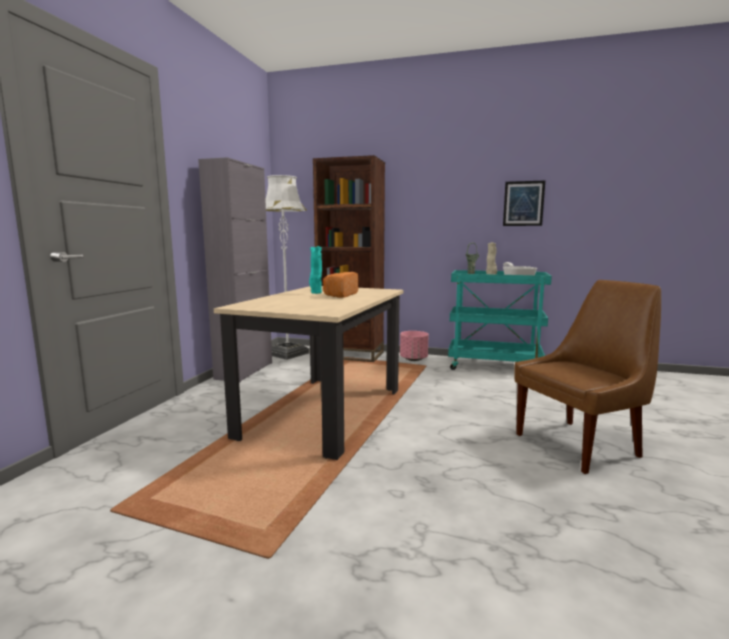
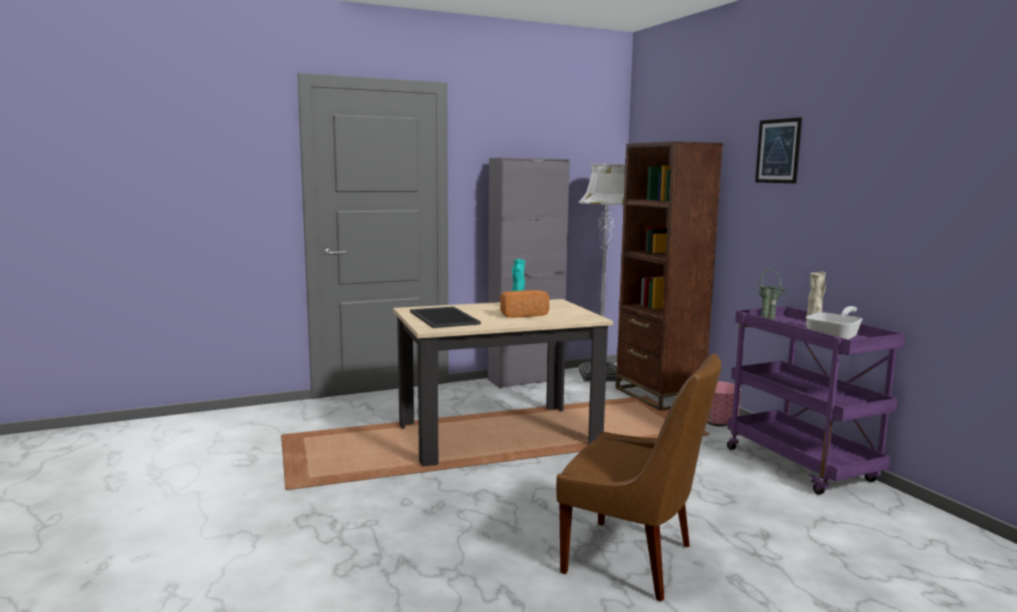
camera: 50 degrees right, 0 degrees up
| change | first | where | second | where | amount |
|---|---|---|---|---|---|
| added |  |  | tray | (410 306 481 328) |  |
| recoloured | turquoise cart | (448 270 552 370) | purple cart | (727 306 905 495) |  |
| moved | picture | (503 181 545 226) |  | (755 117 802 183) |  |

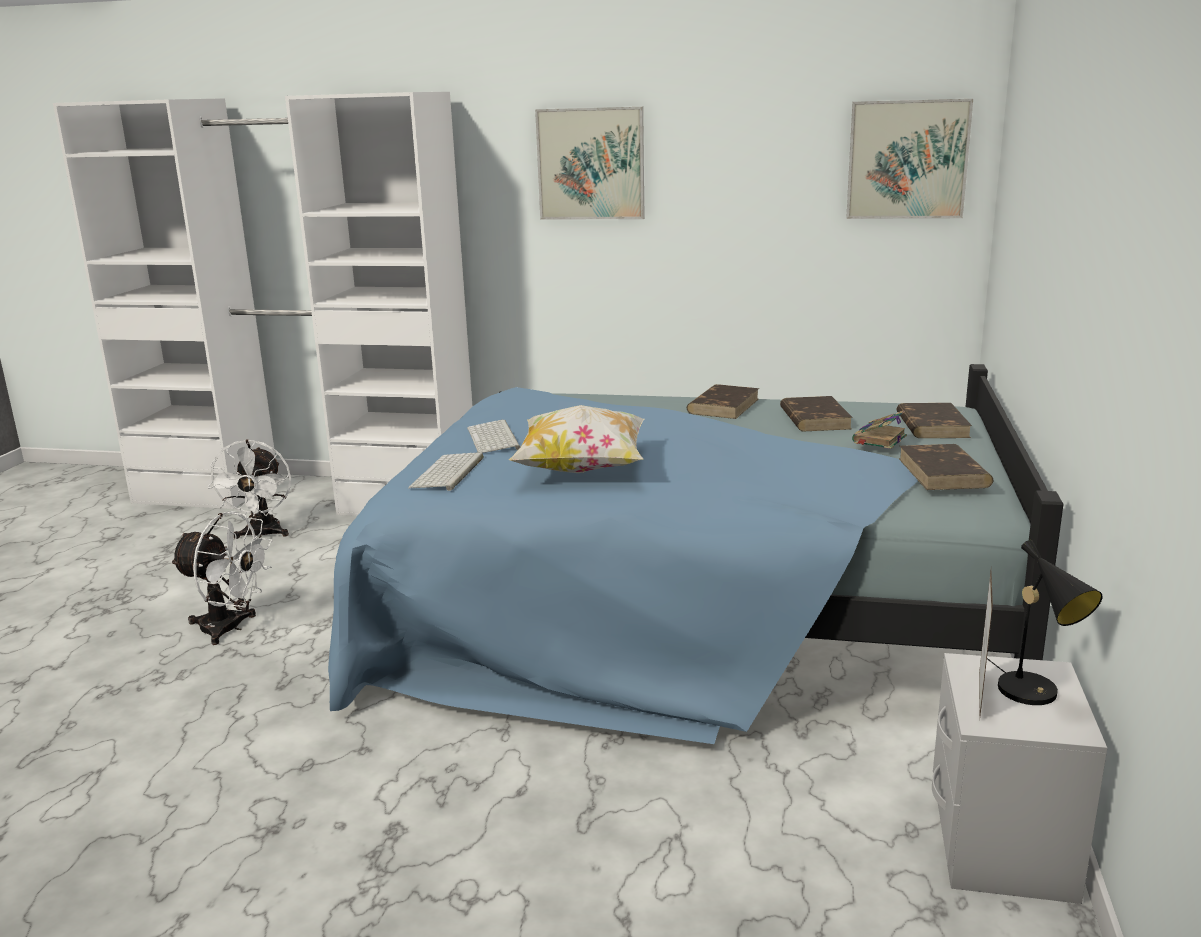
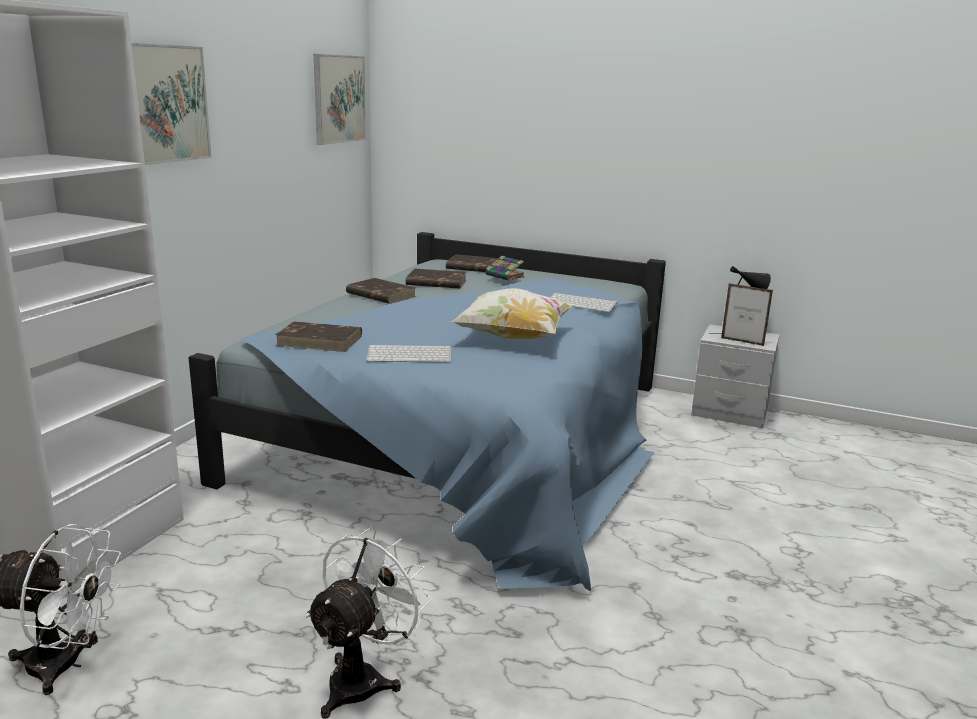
camera: 80 degrees left, 0 degrees up
| change | first | where | second | where | amount |
|---|---|---|---|---|---|
| moved | brown book | (899 444 993 490) |  | (275 321 362 352) |  |
| moved | keyboard | (408 452 484 491) |  | (550 293 618 312) |  |

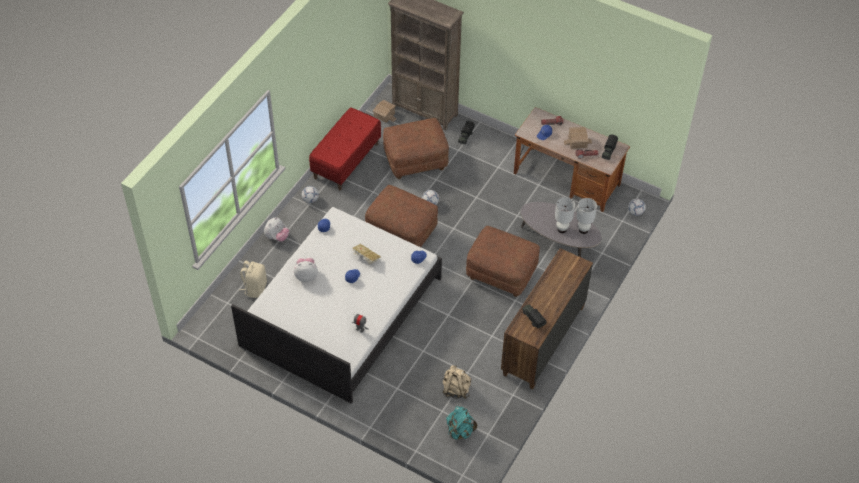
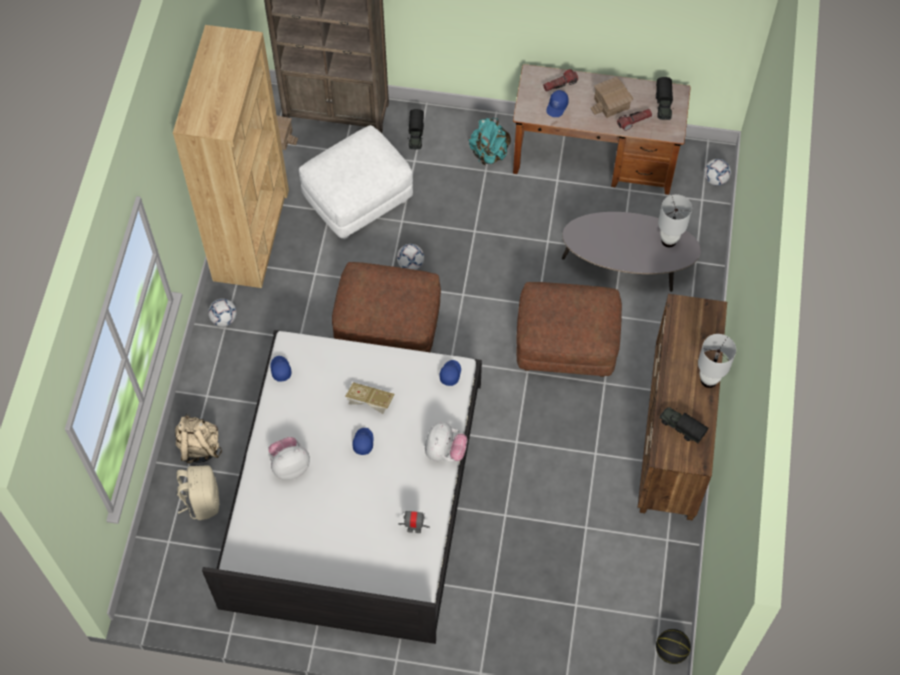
camera: 20 degrees left, 10 degrees up
| change | first | where | second | where | amount |
|---|---|---|---|---|---|
| replaced | red bench | (309 107 381 190) | brown bookcase | (173 25 289 288) |  |
| moved | beige backpack | (443 365 471 399) |  | (175 414 222 464) |  |
| recoloured | brown ottoman | (383 118 449 179) | white ottoman | (299 125 413 239) |  |
| moved | plush toy | (264 217 289 241) |  | (425 421 468 461) |  |
| moved | turquoise backpack | (446 406 477 439) |  | (469 118 511 165) |  |
| added |  |  | basketball | (656 629 691 664) |  |
| moved | white table lamp | (555 197 575 233) |  | (698 334 736 388) |  |

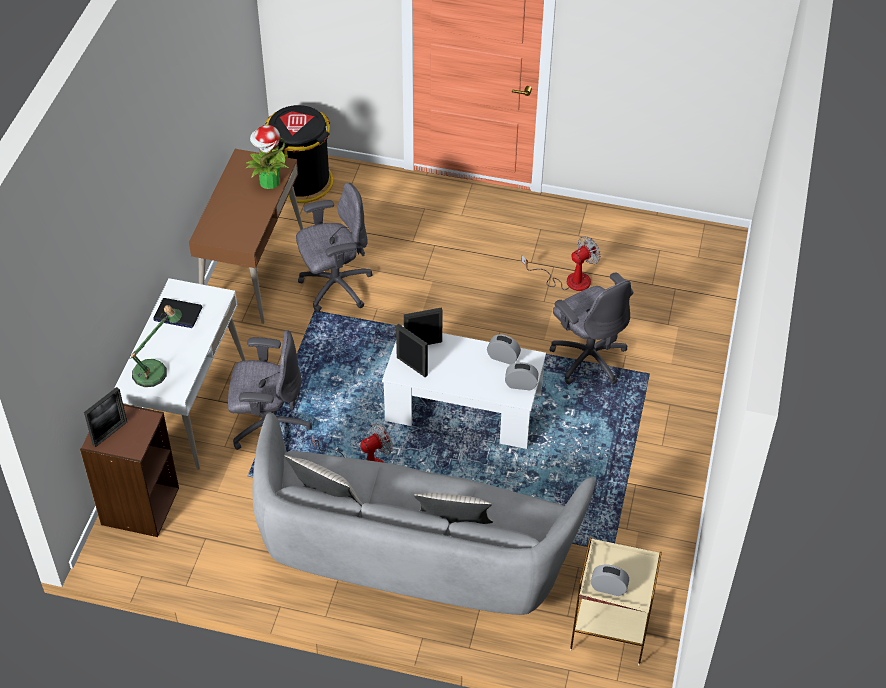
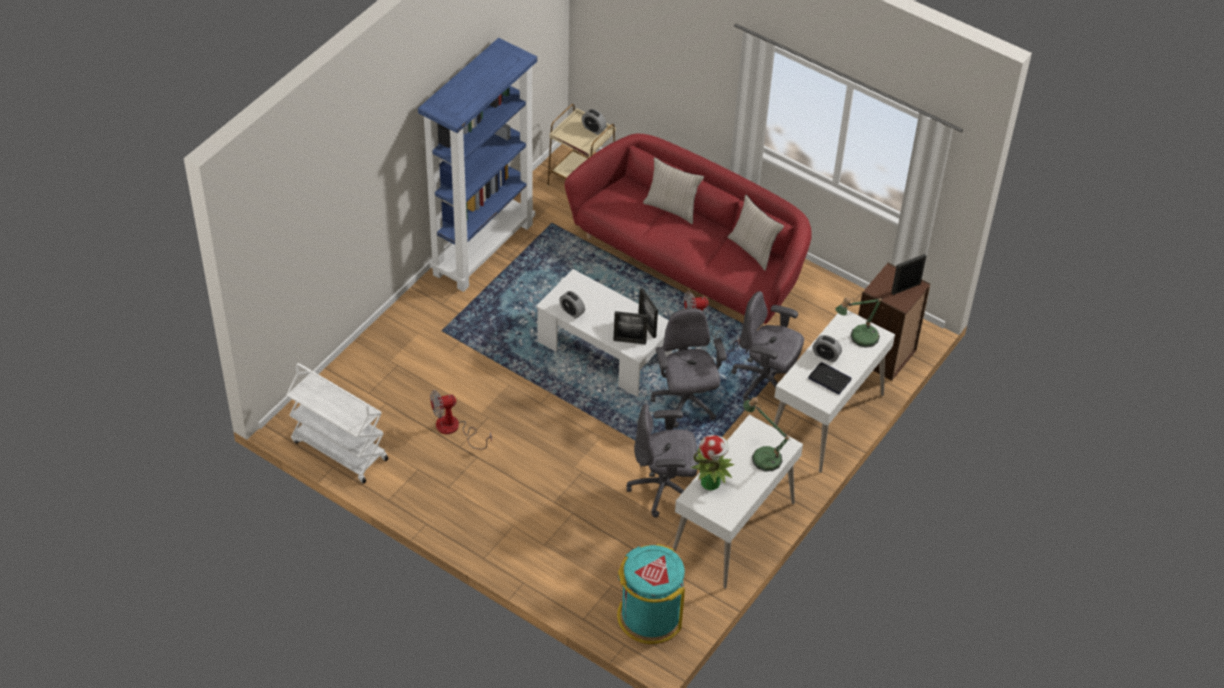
camera: 160 degrees left, 0 degrees up
| change | first | where | second | where | amount |
|---|---|---|---|---|---|
| added |  |  | white cart | (286 363 389 484) |  |
| added |  |  | blue bookcase | (418 38 537 292) |  |
| recoloured | grey sofa | (252 412 596 615) | red sofa | (565 133 812 328) |  |
| recoloured | black trash can | (265 105 333 203) | turquoise trash can | (617 544 685 644) |  |
| moved | grey office chair | (549 272 633 385) |  | (651 308 727 428) |  |
| recoloured | brown desk | (189 149 303 324) | white desk | (673 415 803 589) |  |
| added |  |  | table lamp | (743 397 791 471) |  |
| moved | alarm clock | (505 362 539 390) |  | (813 335 842 362) |  |

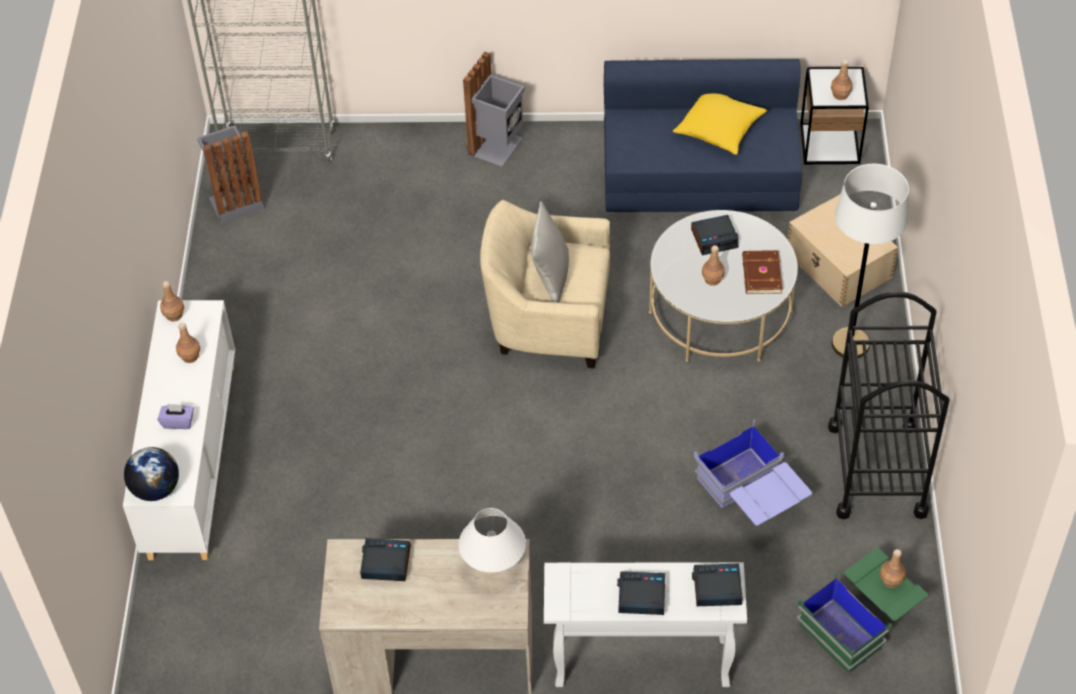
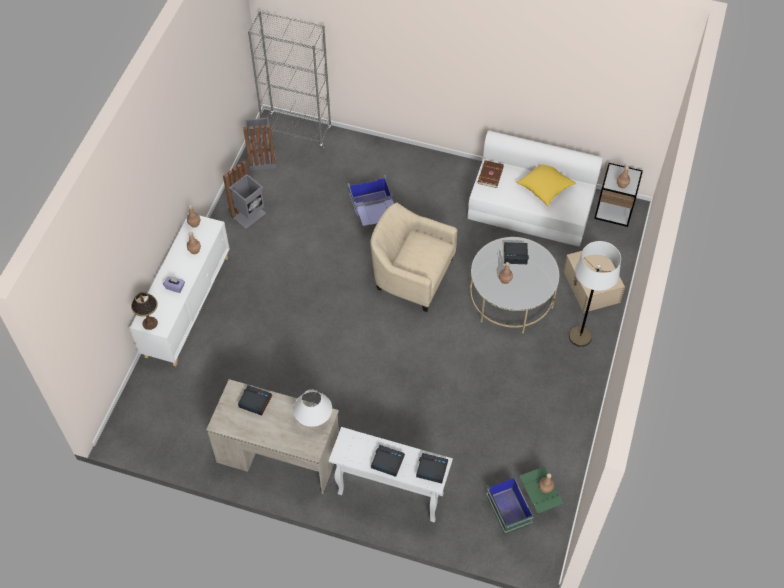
camera: 15 degrees right, 5 degrees up
| change | first | where | second | where | amount |
|---|---|---|---|---|---|
| replaced | globe | (124 447 179 501) | table lamp | (131 292 158 330) |  |
| moved | grey trash can | (463 52 525 166) |  | (223 160 266 229) |  |
| moved | blue storage box | (694 419 812 526) |  | (348 174 394 226) |  |
| recoloured | blue sofa | (603 59 802 212) | white sofa | (468 131 603 246) |  |
| moved | brown book | (742 250 783 294) |  | (477 160 504 188) |  |
| removed | grey pillow | (531 201 569 303) |  |  |  |
| removed | black cart | (828 292 950 519) |  |  |  |

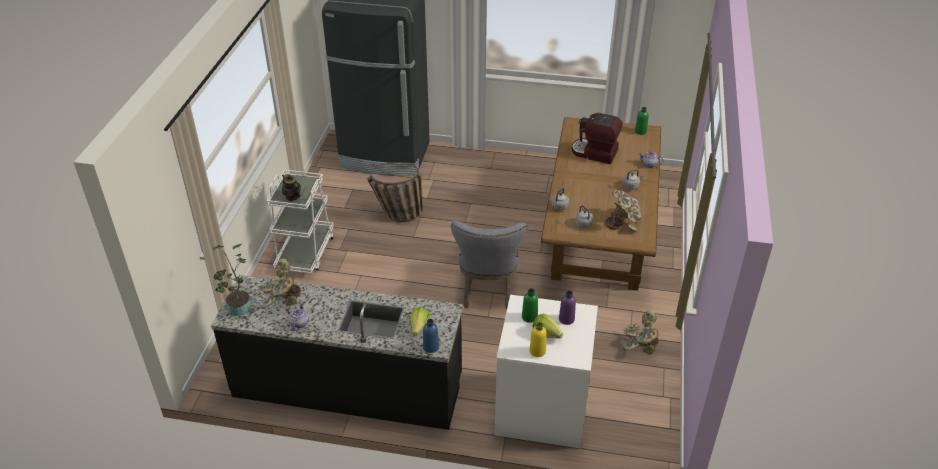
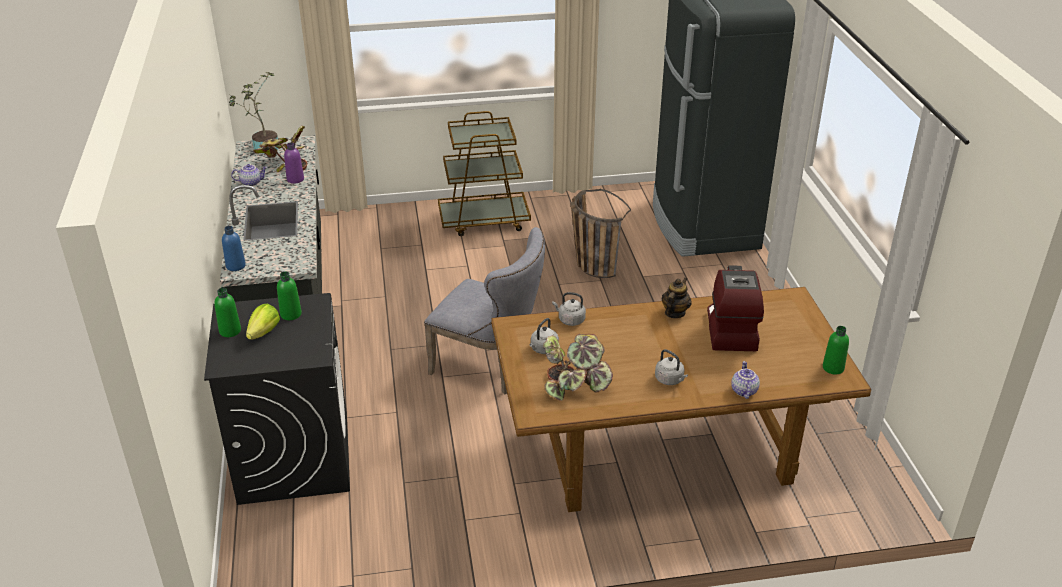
camera: 70 degrees right, 5 degrees down
| change | first | where | second | where | amount |
|---|---|---|---|---|---|
| recoloured | white washing machine | (495 295 598 448) | black washing machine | (204 293 350 505) |  |
| recoloured | yellow bottle | (530 322 547 357) | green bottle | (214 288 241 337) |  |
| moved | purple bottle | (559 291 576 325) |  | (284 142 304 184) |  |
| turned | grey chair | (451 221 527 309) |  | (424 227 545 394) | 135 degrees counterclockwise |
| recoloured | white cart | (266 170 334 274) | brown cart | (438 111 531 236) |  |
| moved | teapot | (282 175 301 201) |  | (661 277 692 318) |  |
| removed | lettuce | (410 307 430 336) |  |  |  |
| removed | potted plant | (623 310 659 354) |  |  |  |

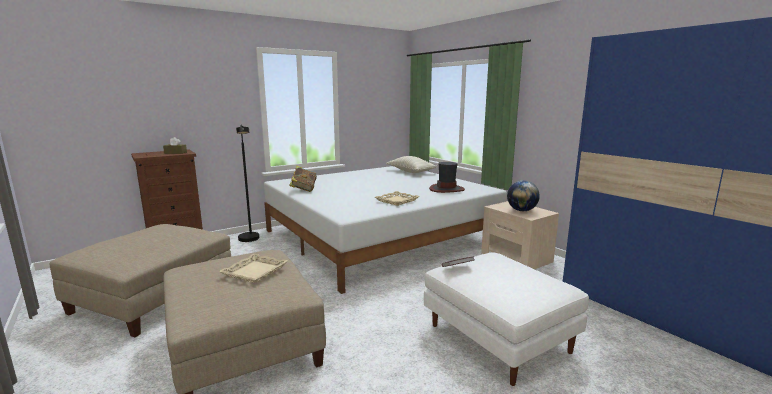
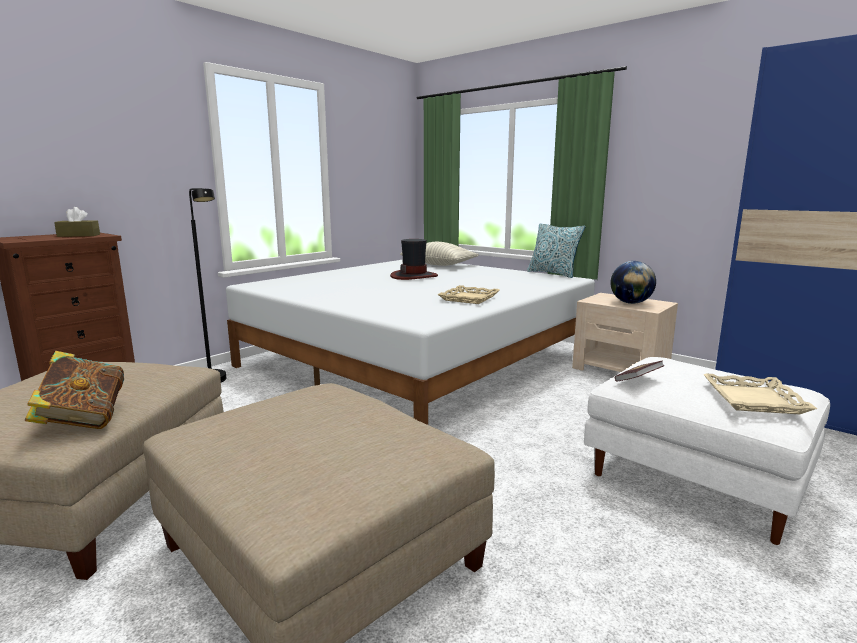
camera: 15 degrees left, 0 degrees up
| change | first | where | second | where | amount |
|---|---|---|---|---|---|
| moved | book | (289 166 317 192) |  | (25 351 124 429) |  |
| moved | hat | (429 162 465 193) |  | (390 239 438 280) |  |
| added |  |  | pillow | (527 223 585 278) |  |
| moved | beige tray | (219 253 288 283) |  | (703 374 817 414) |  |

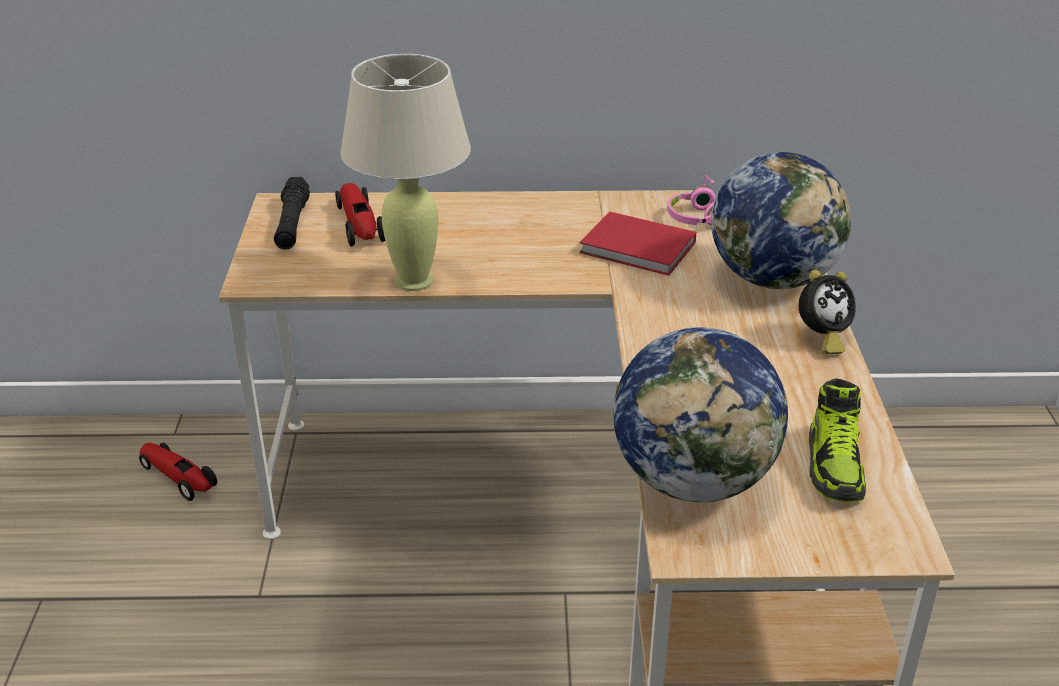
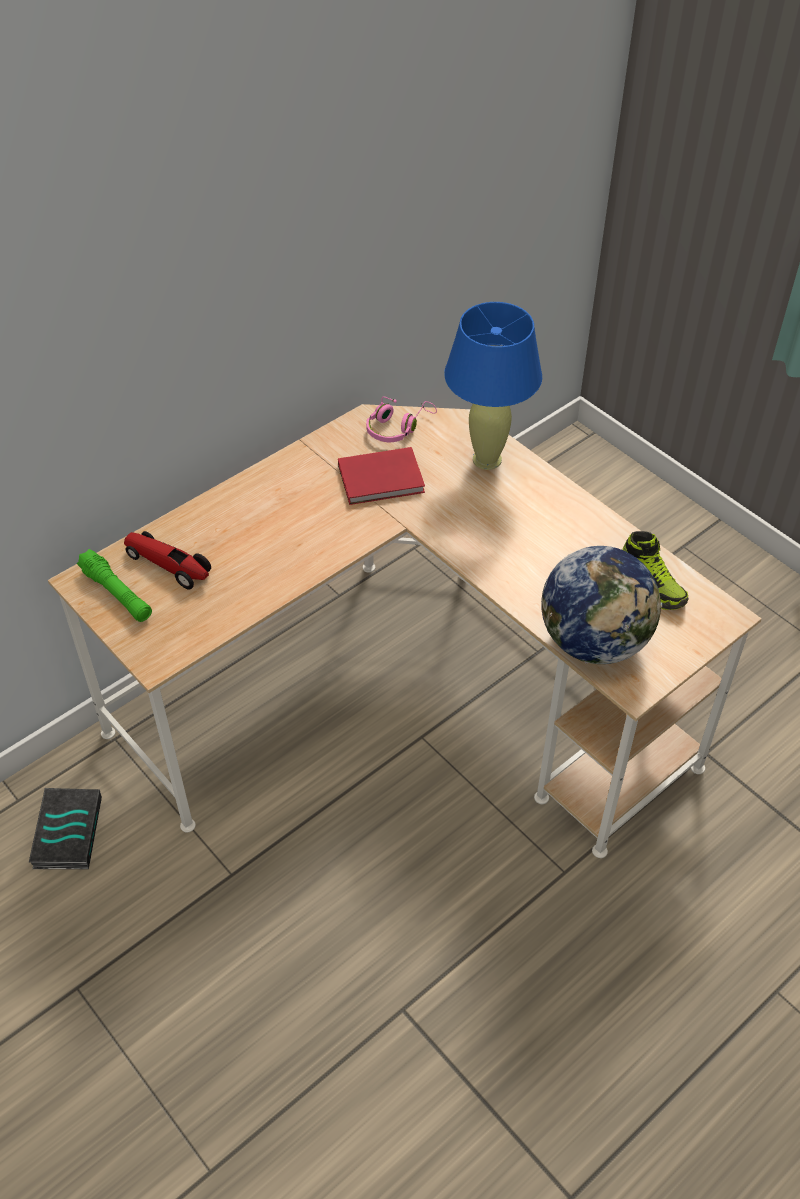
camera: 40 degrees left, 15 degrees up
| change | first | where | second | where | amount |
|---|---|---|---|---|---|
| replaced | toy car | (139 443 217 501) | book | (29 788 102 869) |  |
| recoloured | black flashlight | (274 177 310 249) | green flashlight | (77 549 152 622) |  |
| replaced | globe | (711 152 851 289) | blue table lamp | (444 302 542 470) |  |
| removed | beige table lamp | (340 54 471 291) |  |  |  |
| removed | alarm clock | (799 270 856 354) |  |  |  |

